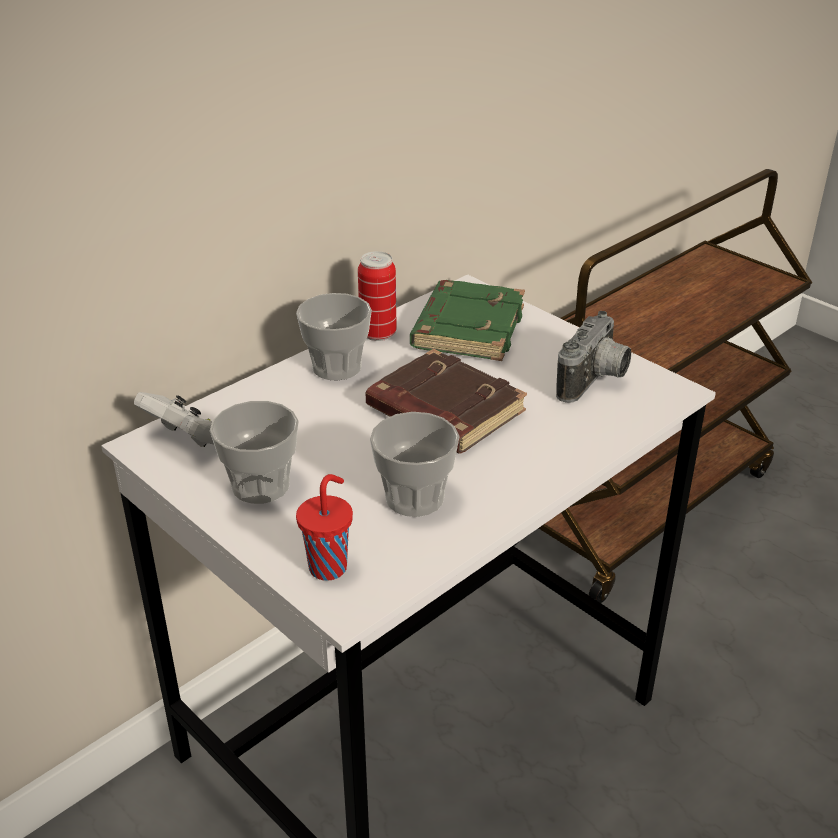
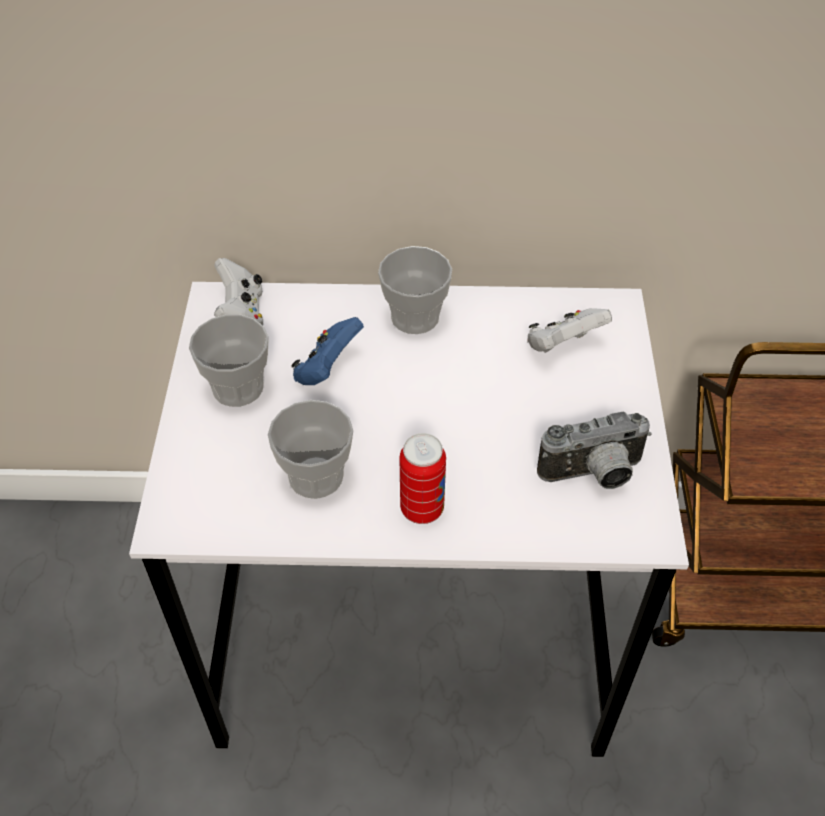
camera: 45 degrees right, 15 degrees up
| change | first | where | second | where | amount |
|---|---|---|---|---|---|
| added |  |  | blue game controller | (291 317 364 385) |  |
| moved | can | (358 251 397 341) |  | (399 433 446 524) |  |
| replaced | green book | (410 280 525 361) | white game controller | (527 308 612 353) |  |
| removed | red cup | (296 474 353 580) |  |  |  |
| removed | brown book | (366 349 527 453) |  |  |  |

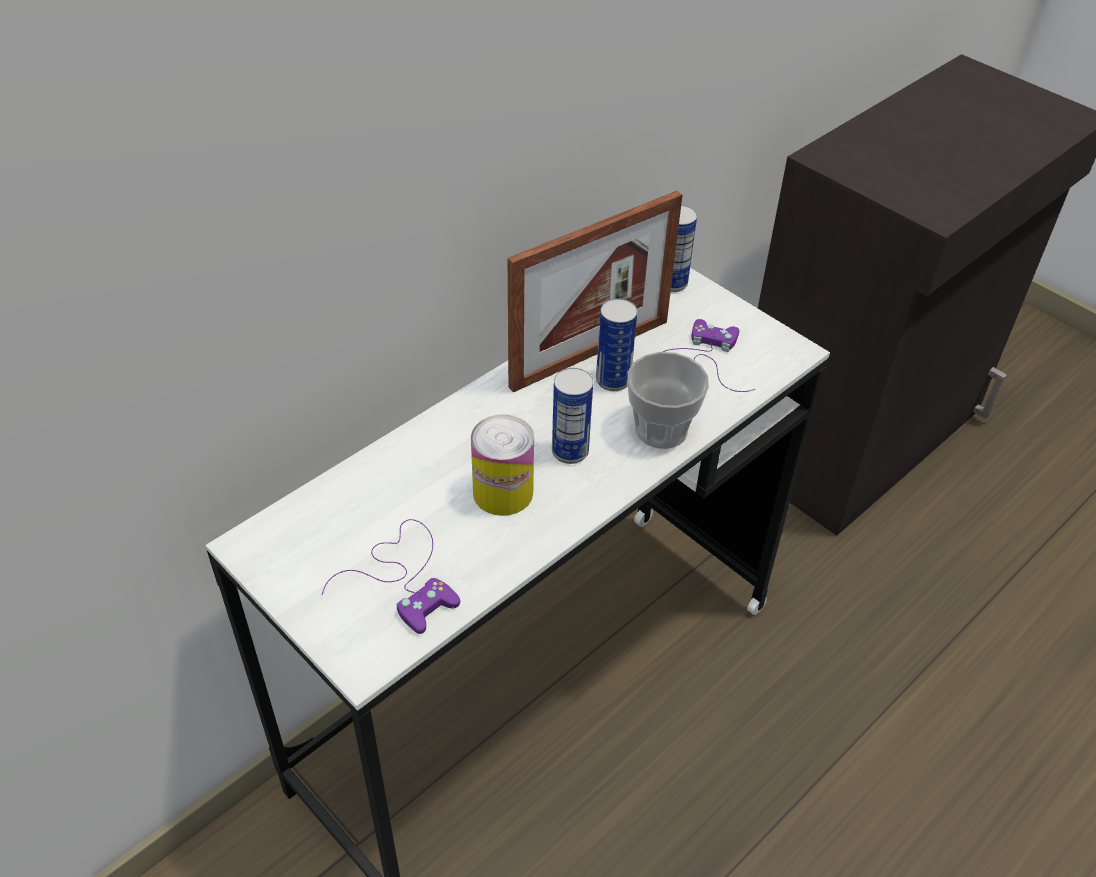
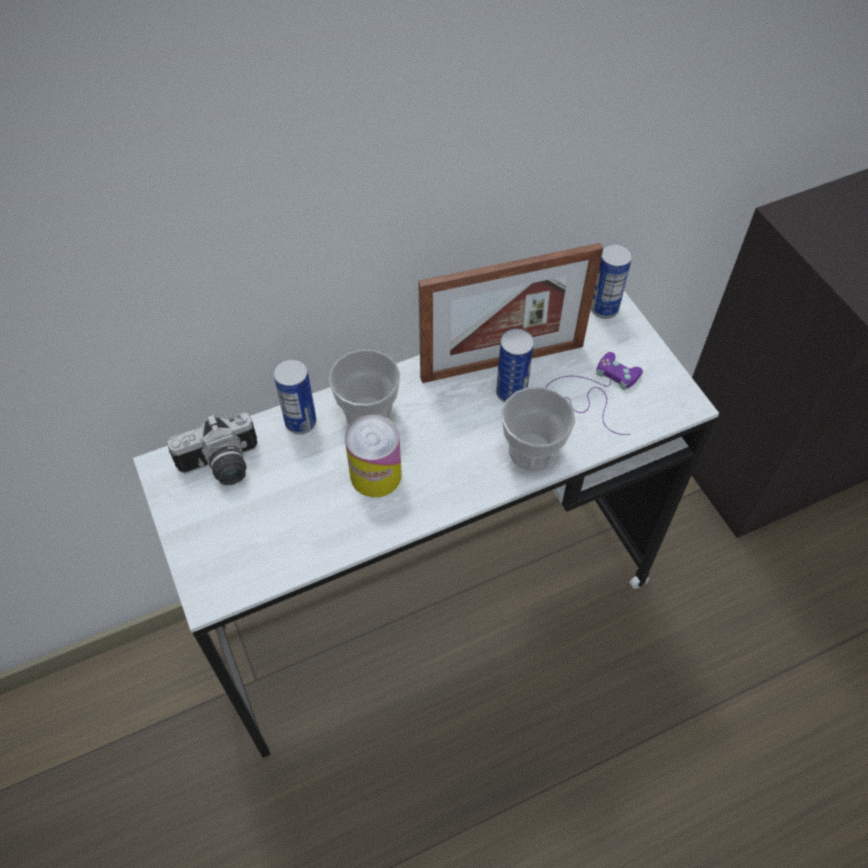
camera: 20 degrees right, 10 degrees up
| change | first | where | second | where | amount |
|---|---|---|---|---|---|
| added |  |  | photo camera | (167 412 258 485) |  |
| moved | can | (552 368 593 464) |  | (273 359 316 434) |  |
| added |  |  | cup | (329 349 400 425) |  |
| removed | purple game controller | (322 519 460 634) |  |  |  |

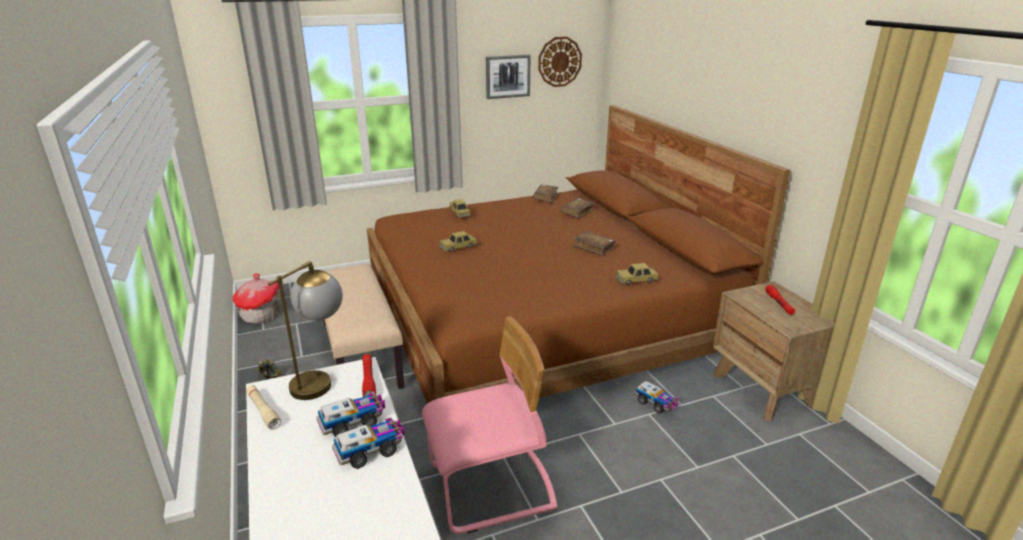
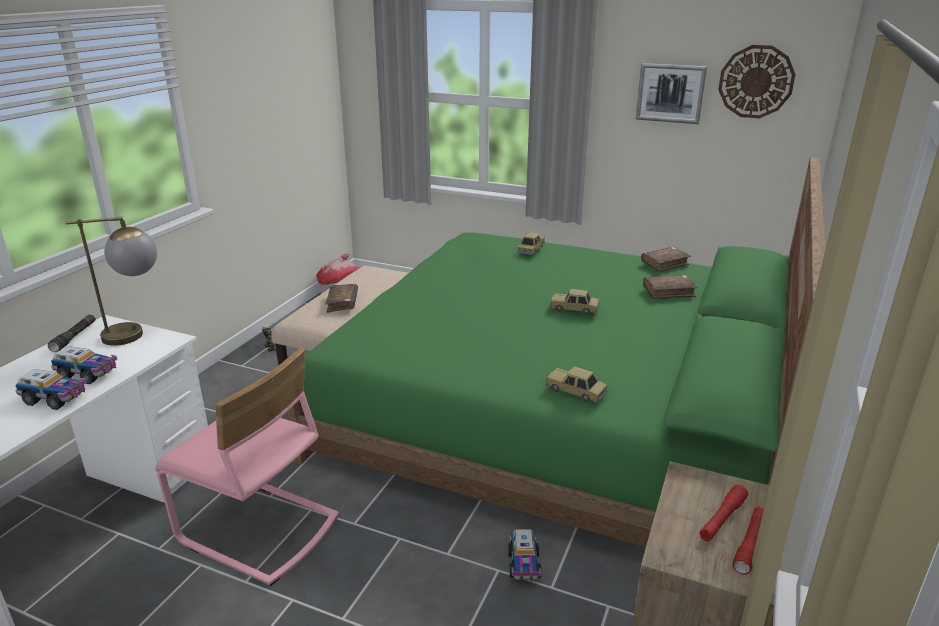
camera: 45 degrees right, 0 degrees up
| change | first | where | second | where | amount |
|---|---|---|---|---|---|
| recoloured | beige flashlight | (246 385 281 430) | black flashlight | (48 315 96 352) |  |
| recoloured | brown bed | (367 105 791 403) | green bed | (287 157 826 547) |  |
| moved | brown book | (573 231 616 256) |  | (325 284 358 313) |  |
| moved | toy car | (440 231 477 252) |  | (550 289 600 315) |  |
| moved | red flashlight | (362 354 376 397) |  | (733 507 764 574) |  |

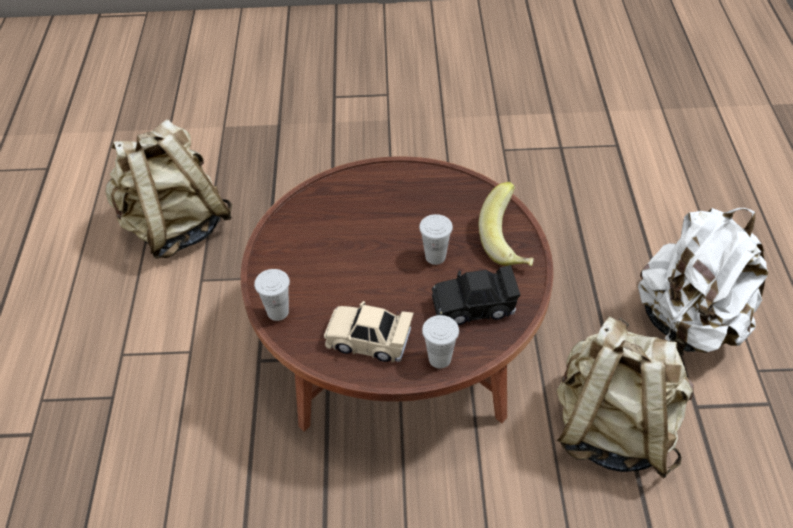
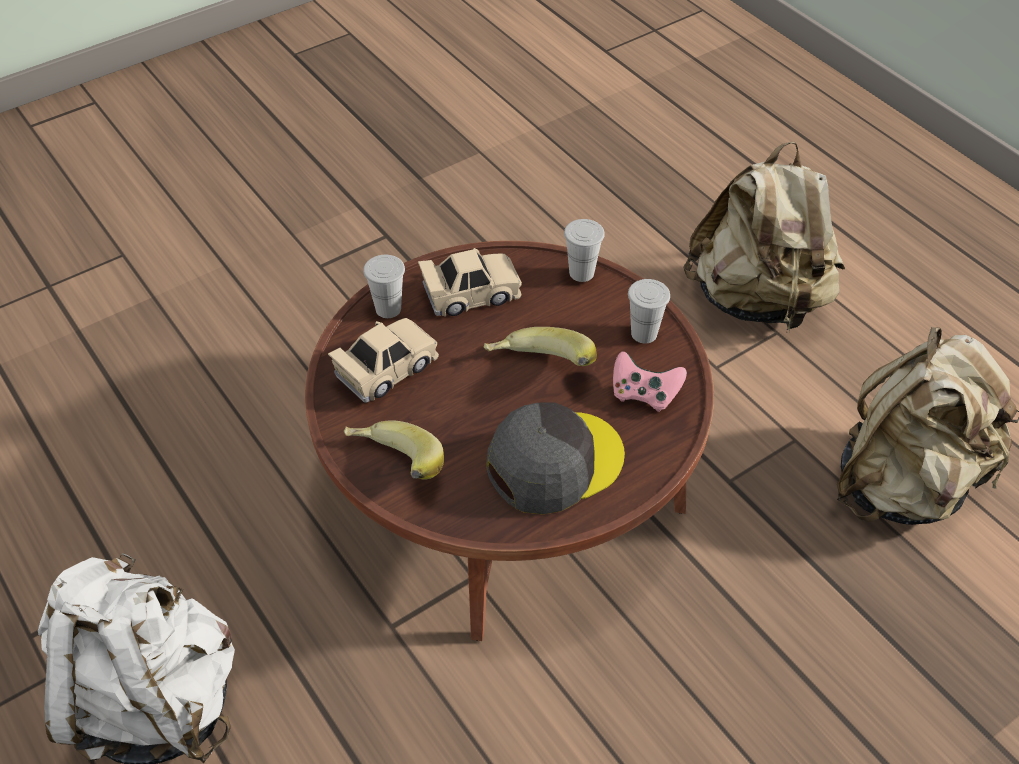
camera: 145 degrees right, 0 degrees up
| change | first | where | second | where | amount |
|---|---|---|---|---|---|
| recoloured | black toy car | (432 265 520 325) | beige toy car | (328 318 439 403) |  |
| added |  |  | banana | (483 327 597 366) |  |
| added |  |  | grey cap | (486 402 625 514) |  |
| added |  |  | pink game controller | (613 352 687 412) |  |
| moved | white cup | (419 214 453 265) |  | (628 279 670 344) |  |
| moved | beige backpack | (557 316 694 478) |  | (683 141 845 333) |  |

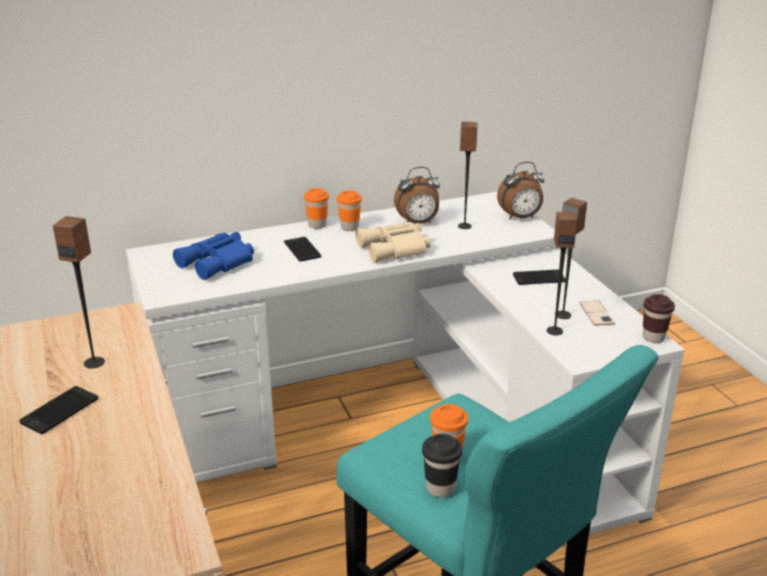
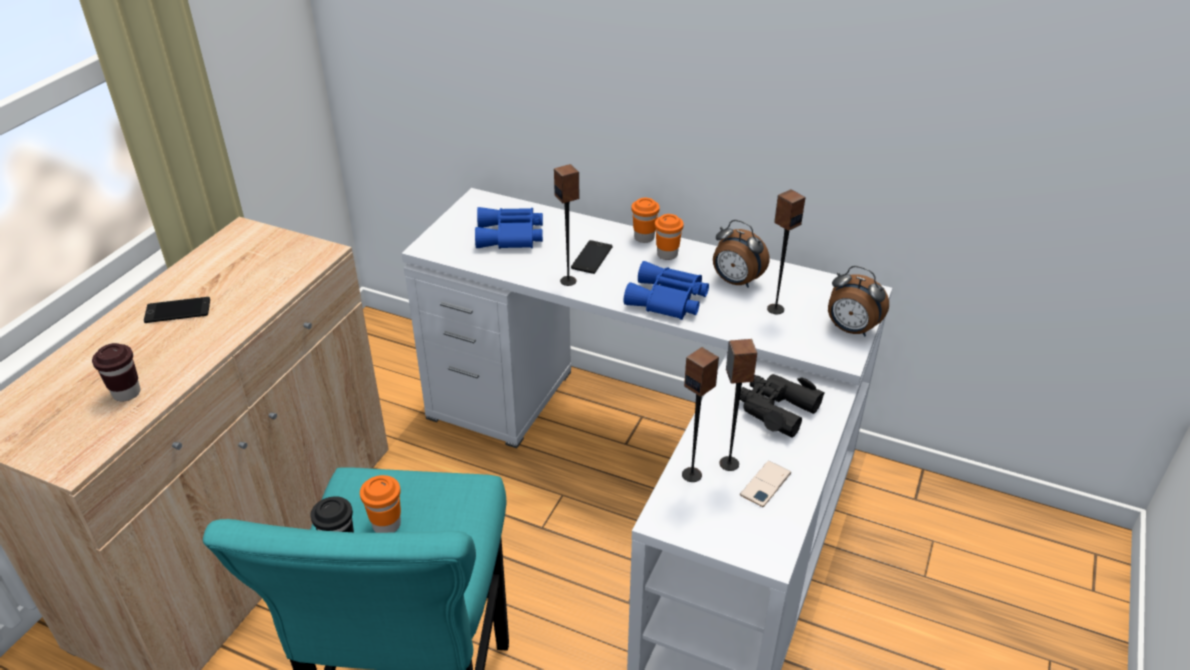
camera: 45 degrees right, 10 degrees up
| change | first | where | second | where | amount |
|---|---|---|---|---|---|
| moved | brown cup | (643 294 675 343) |  | (92 343 140 402) |  |
| moved | speaker | (53 216 105 368) |  | (554 164 579 286) |  |
| recoloured | beige binoculars | (355 222 431 263) | blue binoculars | (624 261 709 320) |  |
| replaced | phone | (513 270 566 285) | black binoculars | (740 374 825 438) |  |

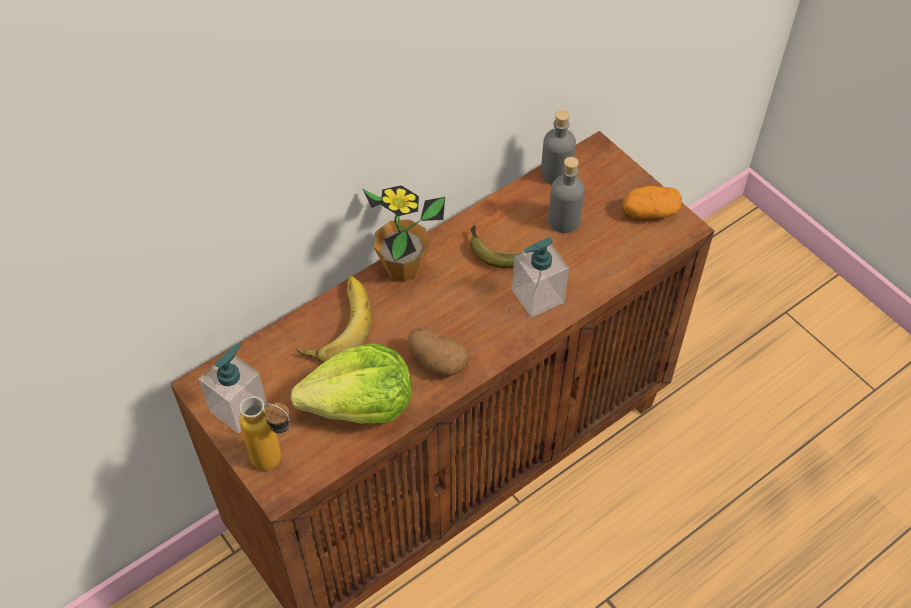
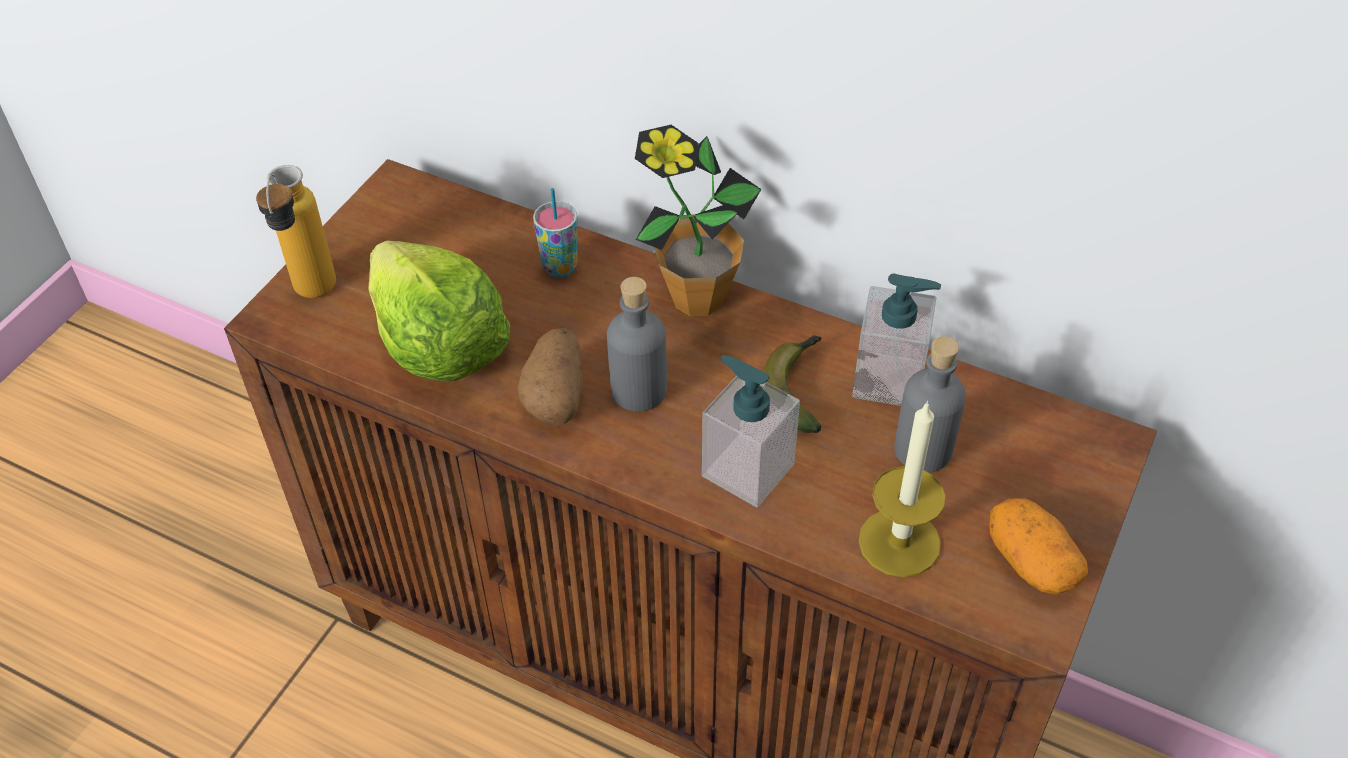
camera: 65 degrees right, 5 degrees down
| change | first | where | second | where | amount |
|---|---|---|---|---|---|
| replaced | banana | (297 276 371 363) | cup | (533 188 577 277) |  |
| moved | grey bottle | (541 110 576 185) |  | (607 277 667 412) |  |
| moved | soap dispenser | (199 343 267 434) |  | (852 274 941 406) |  |
| added |  |  | candle | (859 401 946 577) |  |

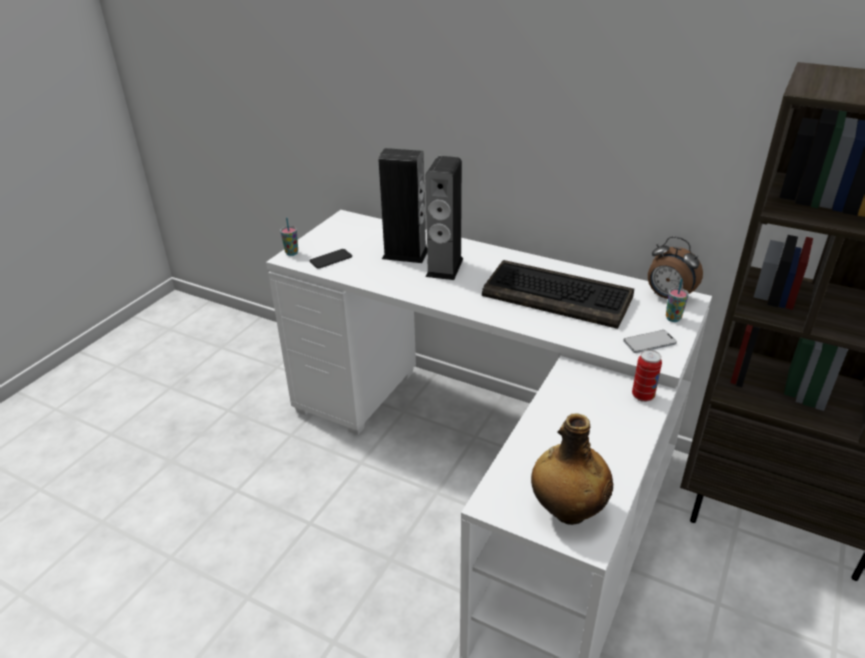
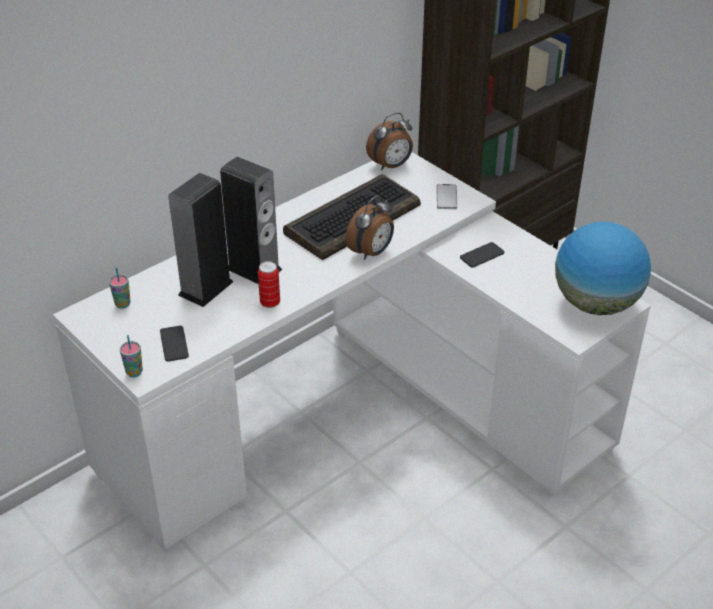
camera: 70 degrees left, 5 degrees up
| change | first | where | second | where | amount |
|---|---|---|---|---|---|
| moved | cup | (666 279 689 322) |  | (109 268 131 309) |  |
| moved | can | (632 350 662 402) |  | (258 261 280 308) |  |
| added |  |  | alarm clock | (345 195 394 260) |  |
| added |  |  | phone | (460 242 504 267) |  |
| replaced | bottle | (531 413 613 525) | globe | (555 221 651 315) |  |

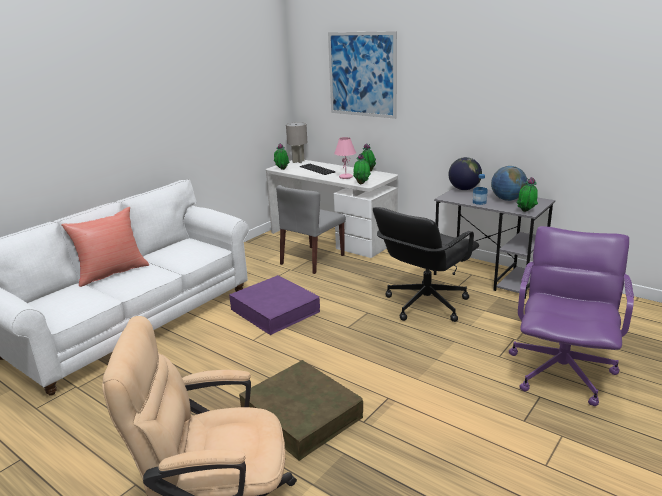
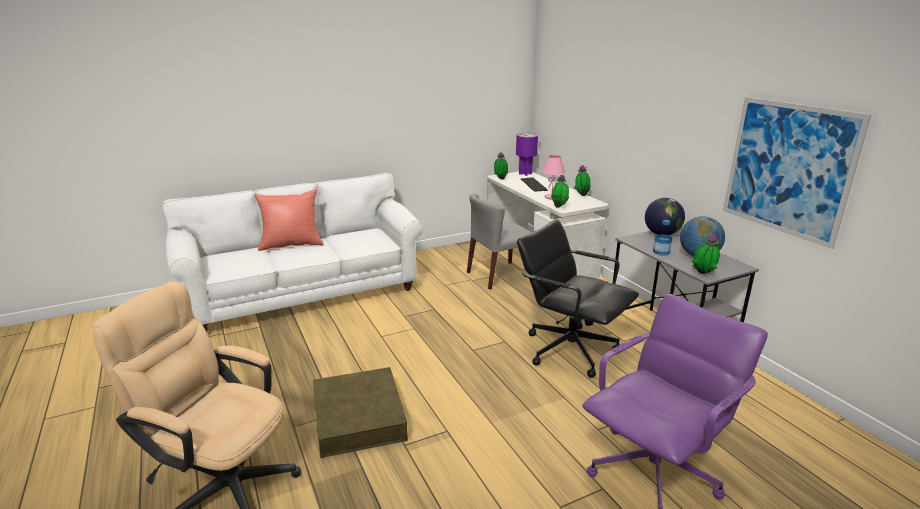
camera: 25 degrees right, 0 degrees up
| change | first | where | second | where | amount |
|---|---|---|---|---|---|
| recoloured | grey table lamp | (286 122 307 163) | purple table lamp | (516 133 538 176) |  |
| turned | black office chair | (373 207 479 322) |  | (517 219 639 378) | 60 degrees clockwise |
| moved | picture | (328 31 397 119) |  | (723 97 871 249) |  |
| removed | purple storage box | (229 275 320 335) |  |  |  |

